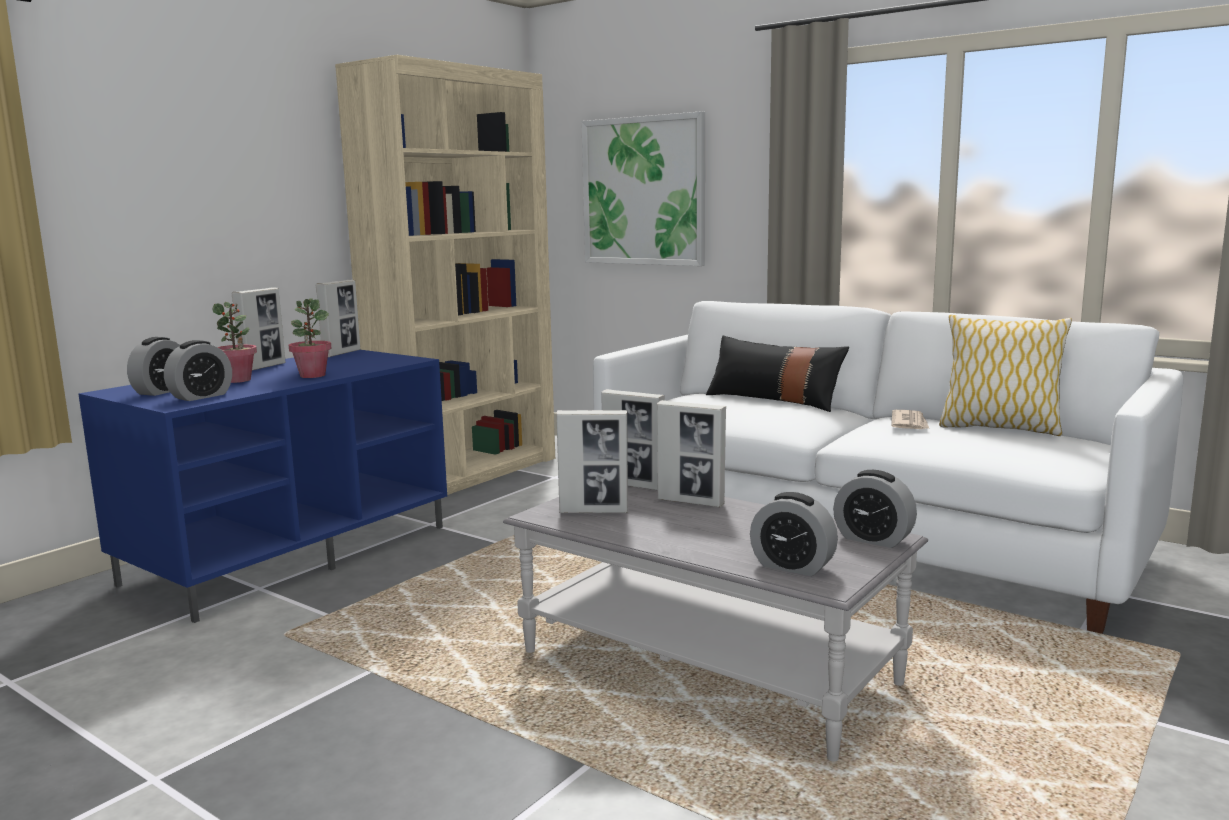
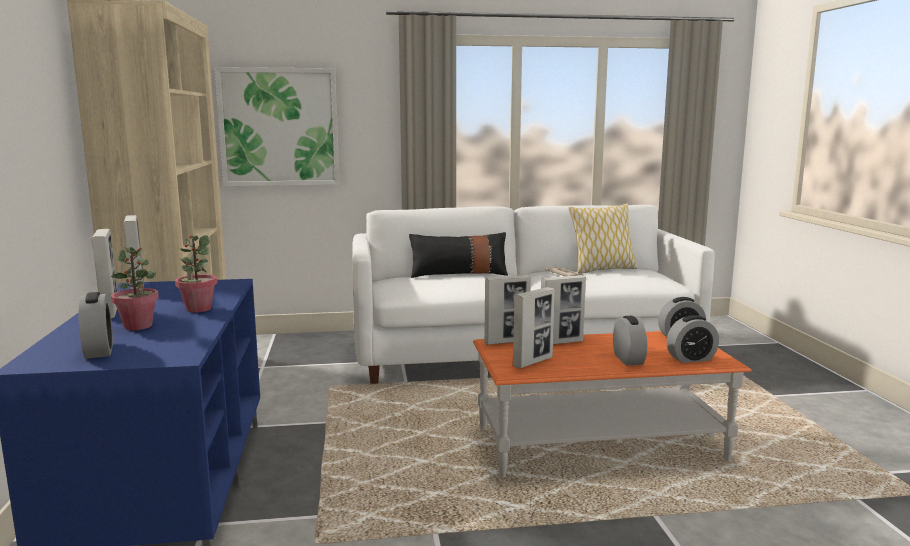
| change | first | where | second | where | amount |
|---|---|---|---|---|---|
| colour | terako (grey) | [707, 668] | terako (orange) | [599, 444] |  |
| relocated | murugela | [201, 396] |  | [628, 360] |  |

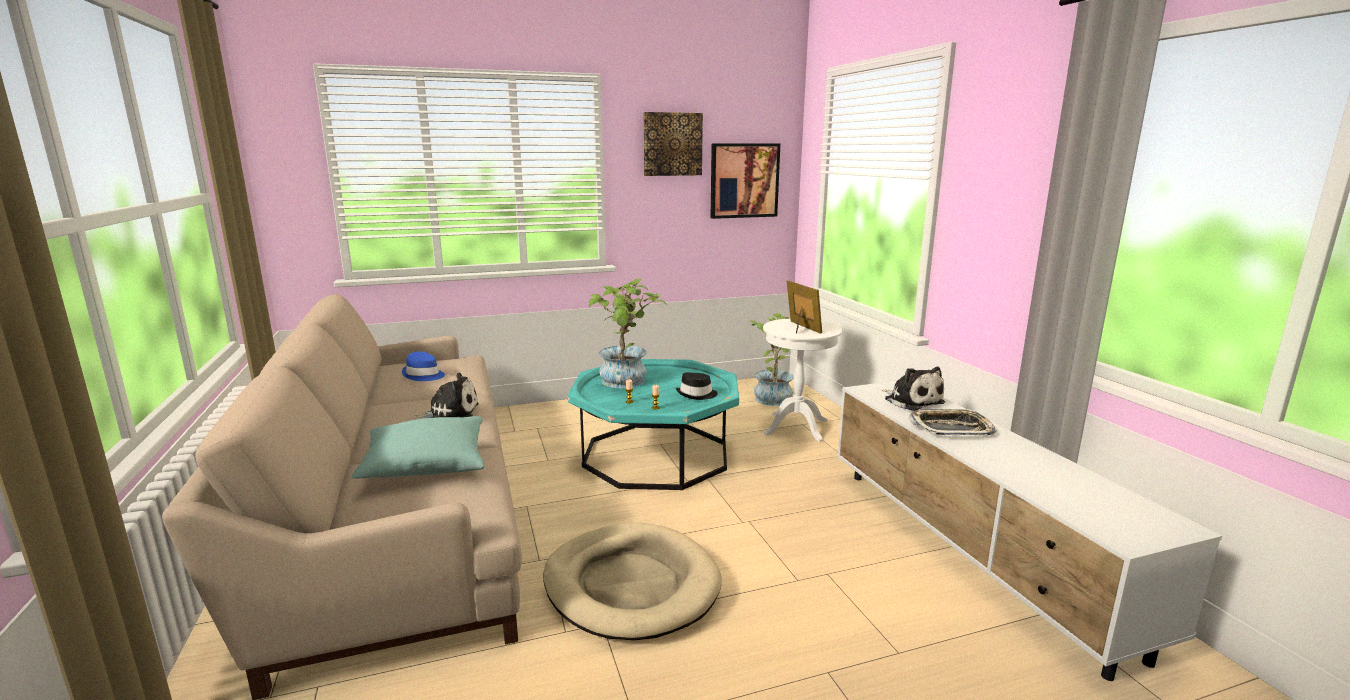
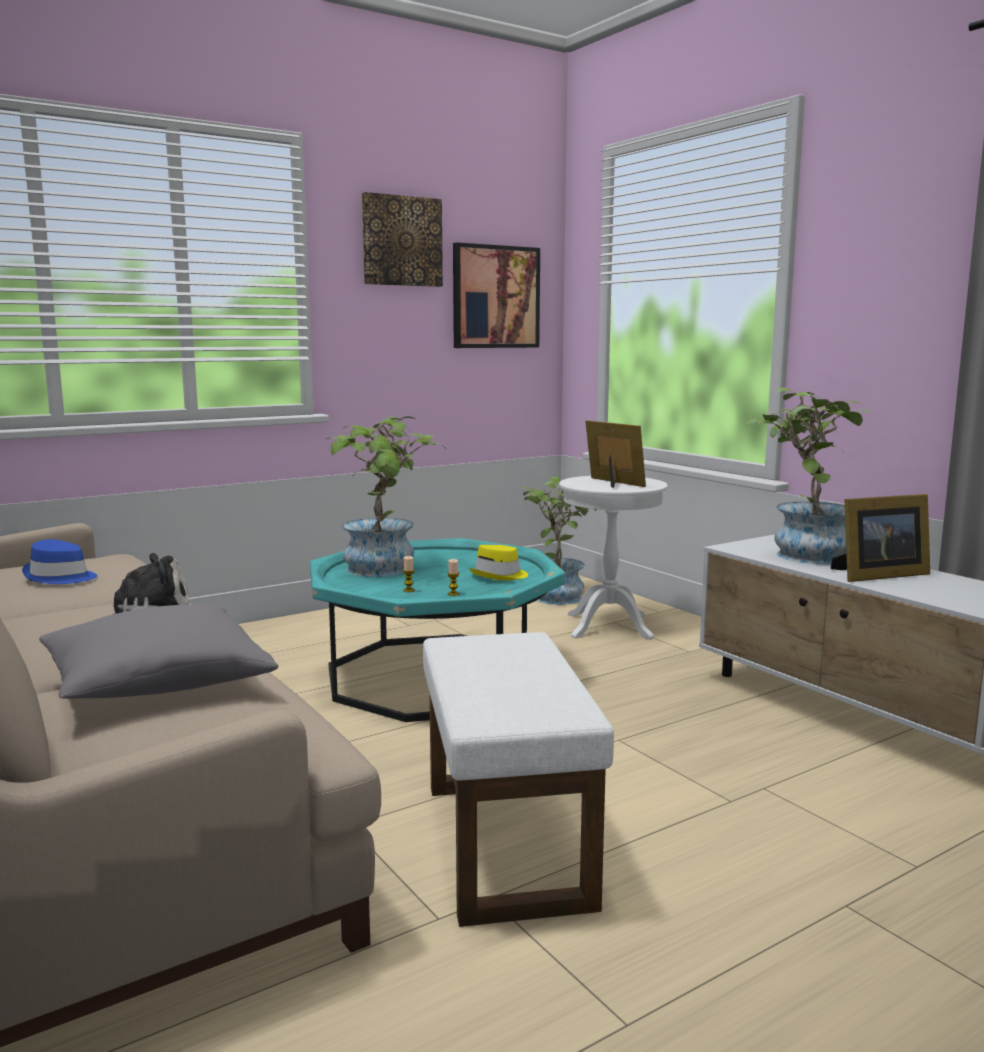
| change | first | where | second | where | amount |
|---|---|---|---|---|---|
| colour | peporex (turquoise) | [426, 465] | peporex (grey) | [156, 683] |  |
| exchanged | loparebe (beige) | [631, 585] | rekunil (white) | [502, 841] |  |
| colour | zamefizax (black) | [697, 394] | zamefizax (yellow) | [500, 576] |  |
| exchanged | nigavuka | [911, 401] | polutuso | [802, 553] |  |
| exchanged | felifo | [951, 428] | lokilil | [877, 575] |  |

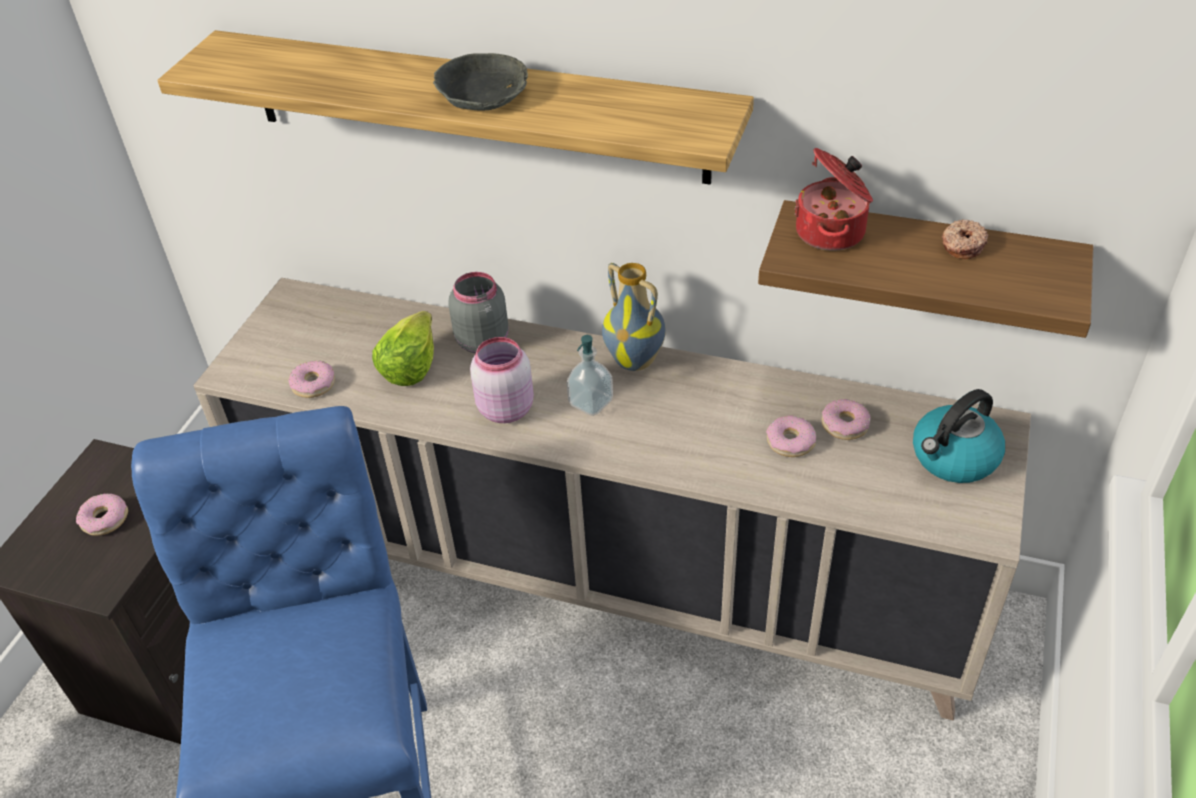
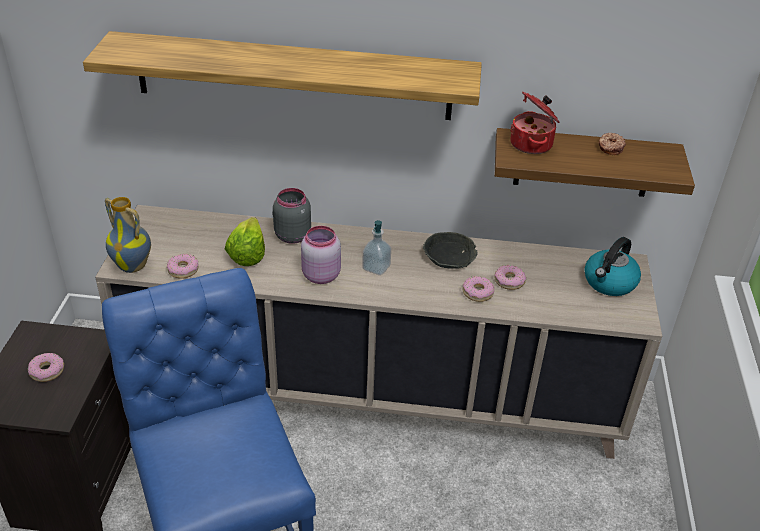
| change | first | where | second | where | amount |
|---|---|---|---|---|---|
| relocated | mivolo | [636, 360] |  | [133, 265] |  |
| relocated | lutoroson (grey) | [483, 95] |  | [449, 257] |  |
| relocated | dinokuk | [844, 425] |  | [477, 293] |  |

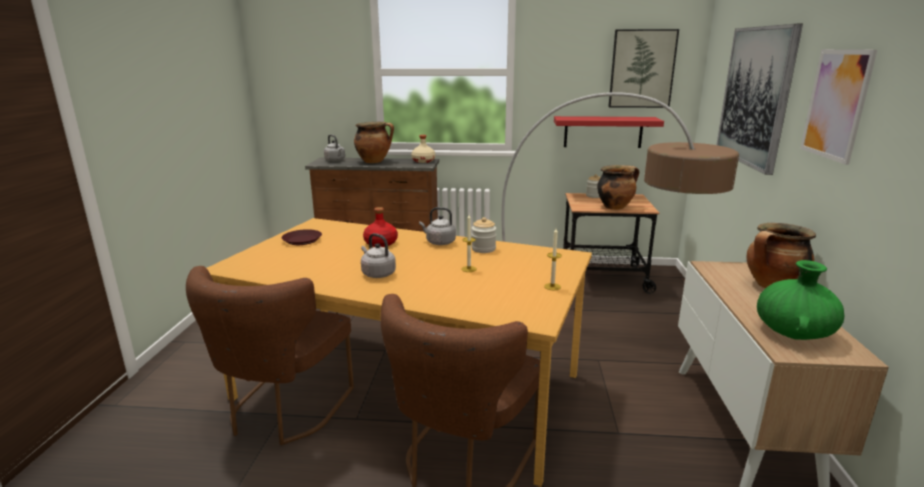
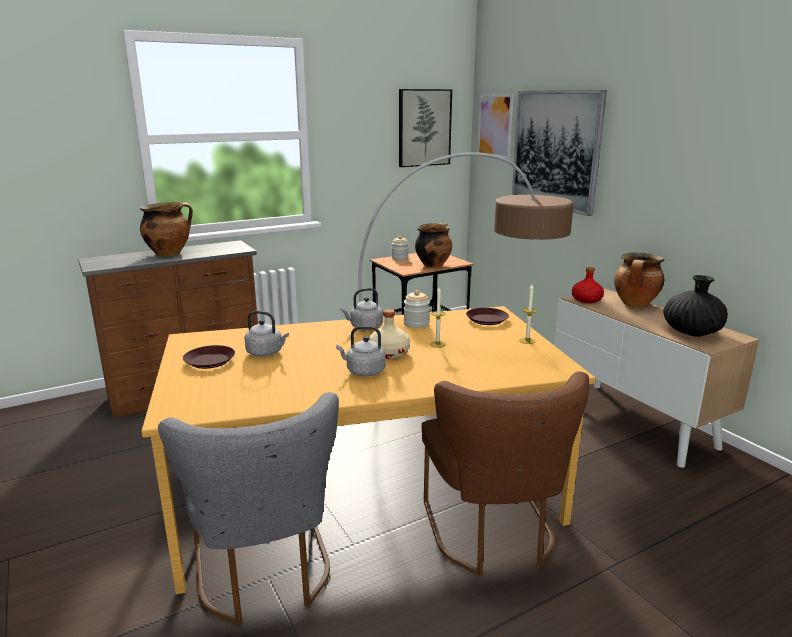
| change | first | where | second | where | amount |
|---|---|---|---|---|---|
| colour | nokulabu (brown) | [283, 411] | nokulabu (grey) | [265, 575] |  |
| relocated | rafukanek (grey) | [335, 160] |  | [266, 353] |  |
| relocated | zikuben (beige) | [423, 161] |  | [389, 353] |  |
| appeared |  |  | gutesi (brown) | [487, 320] |  |
| relocated | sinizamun | [836, 104] |  | [495, 126] |  |
| relocated | zikuben (red) | [380, 243] |  | [587, 300] |  |
| colour | mivolo (green) | [793, 332] | mivolo (black) | [691, 332] |  |
| missing | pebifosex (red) | [603, 132] |  |  |  |

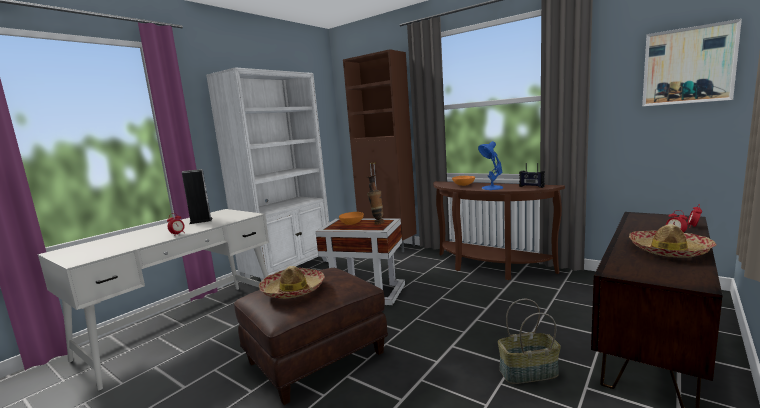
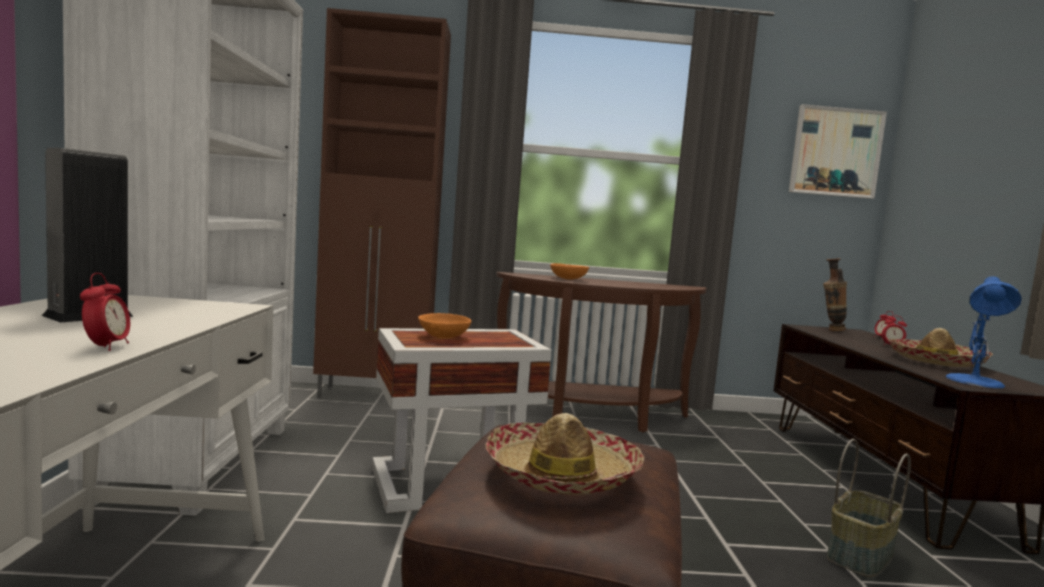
| change | first | where | second | where | amount |
|---|---|---|---|---|---|
| relocated | mivolo | [377, 223] |  | [830, 330] |  |
| relocated | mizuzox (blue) | [491, 188] |  | [975, 382] |  |
| missing | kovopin | [531, 186] |  |  |  |

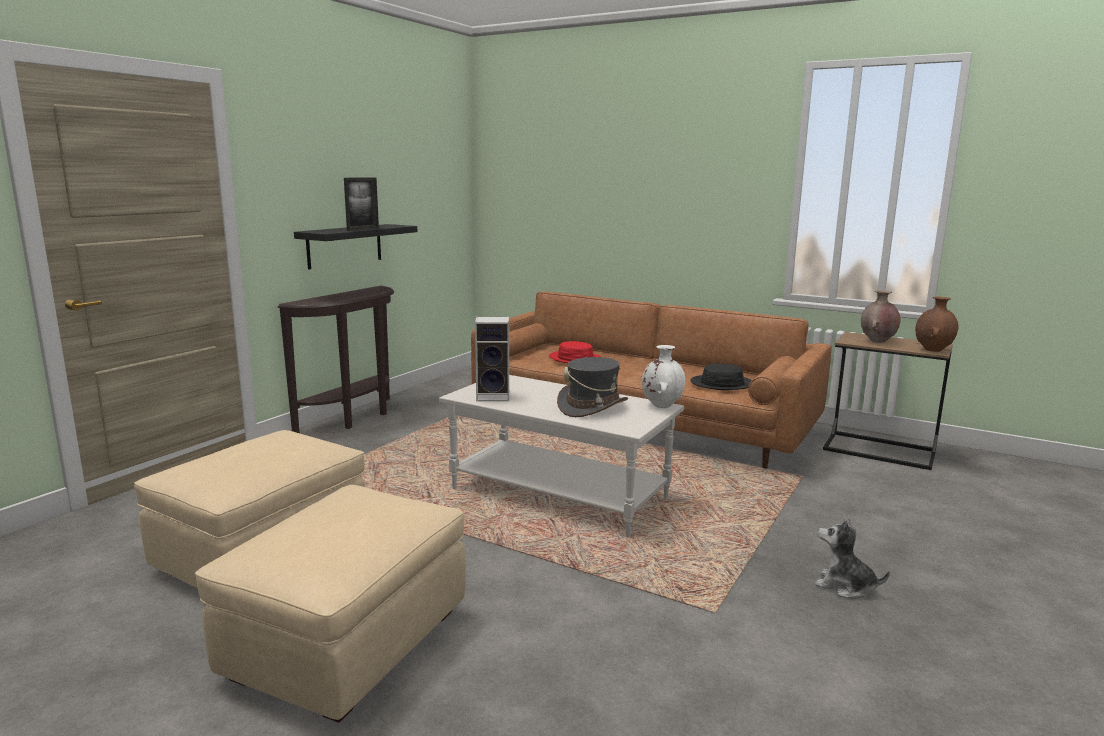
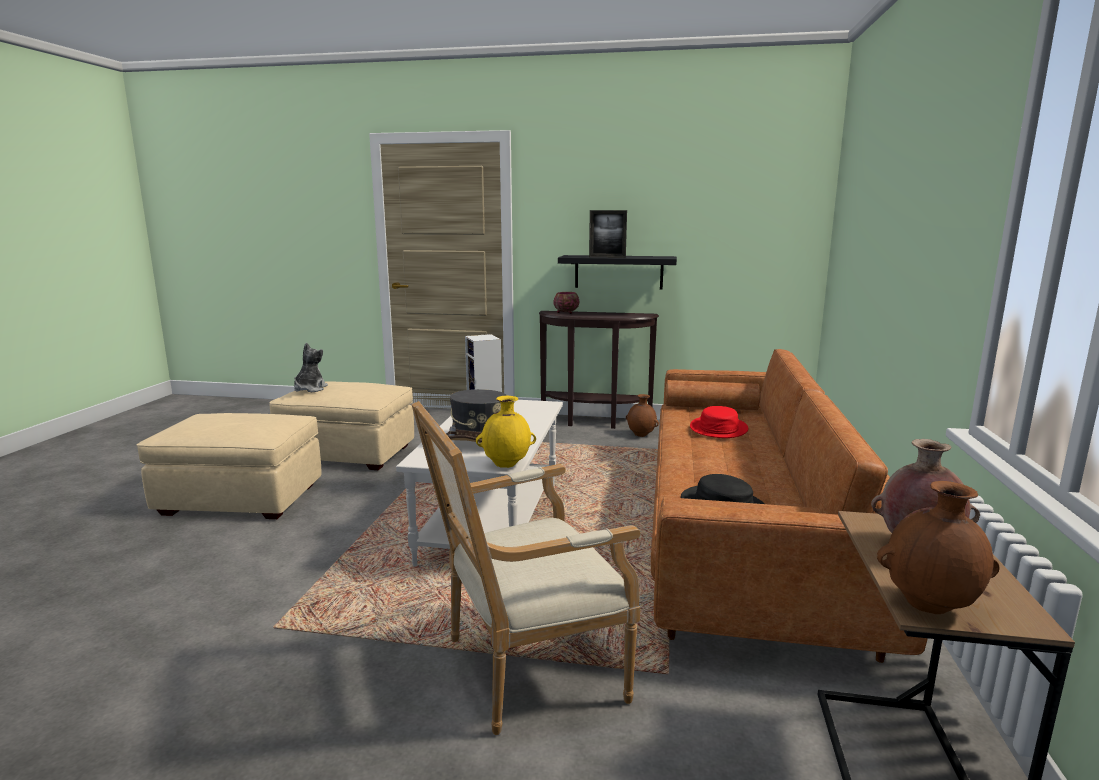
| change | first | where | second | where | amount |
|---|---|---|---|---|---|
| relocated | nigavuka | [844, 586] |  | [310, 389] |  |
| appeared |  |  | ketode | [524, 669] |  |
| colour | mivolo (white) | [661, 406] | mivolo (yellow) | [506, 465] |  |
| appeared |  |  | lutoroson | [566, 312] |  |
| appeared |  |  | mivolo (brown) | [641, 435] |  |

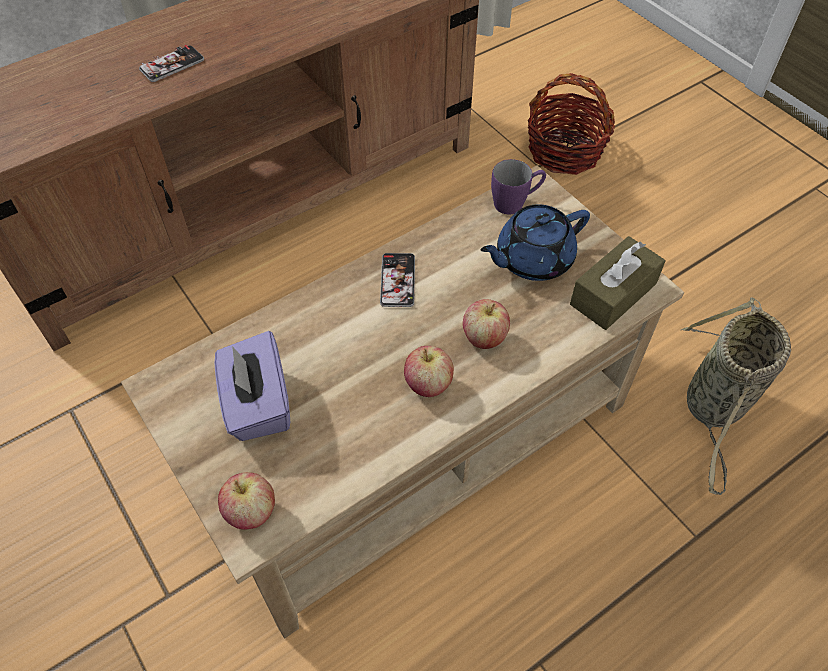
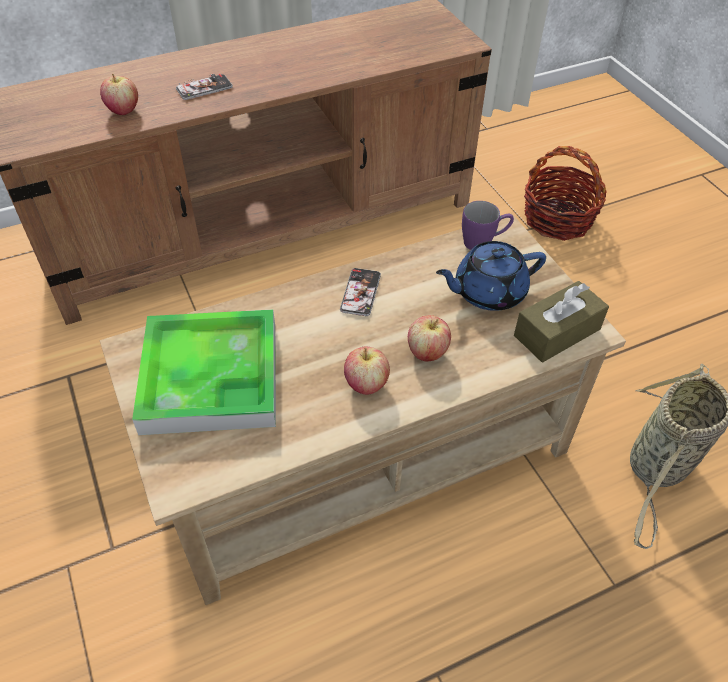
| change | first | where | second | where | amount |
|---|---|---|---|---|---|
| relocated | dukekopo | [251, 512] |  | [123, 110] |  |
| exchanged | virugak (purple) | [257, 404] | felifo | [211, 377] |  |

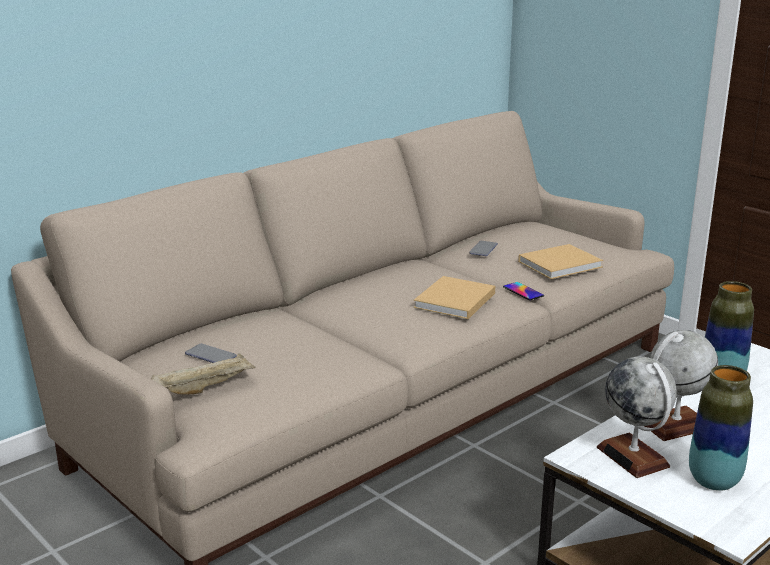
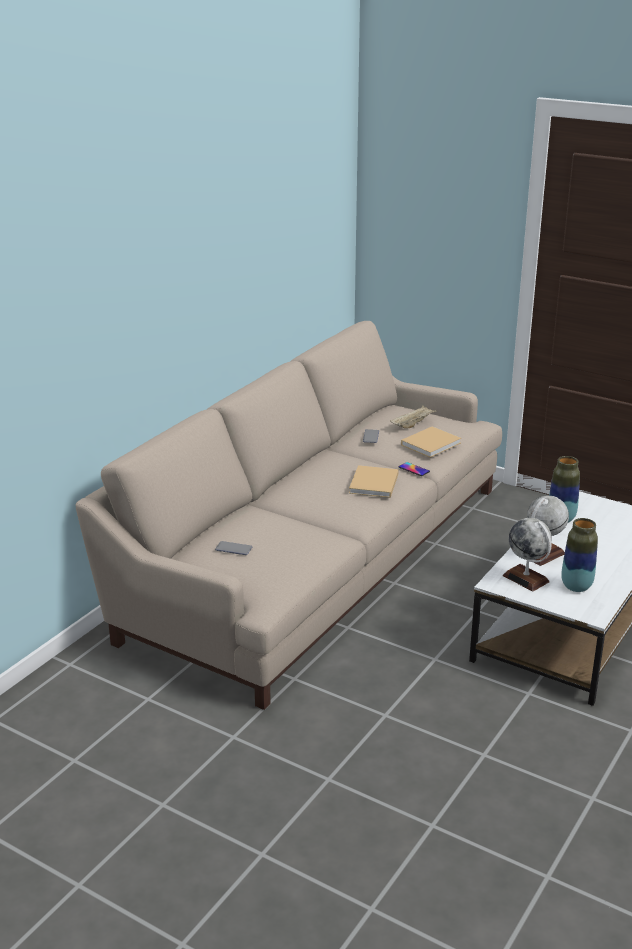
| change | first | where | second | where | amount |
|---|---|---|---|---|---|
| relocated | felifo (beige) | [206, 387] |  | [413, 424] |  |

